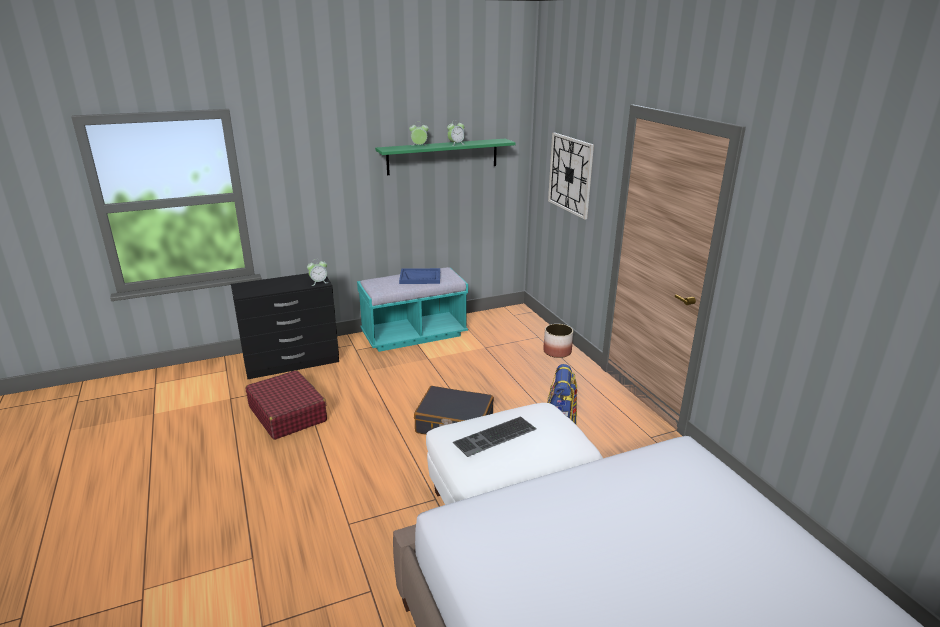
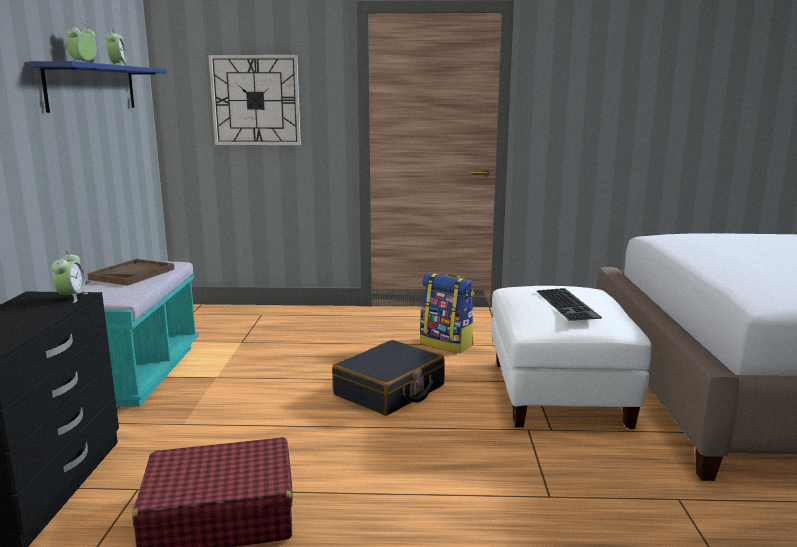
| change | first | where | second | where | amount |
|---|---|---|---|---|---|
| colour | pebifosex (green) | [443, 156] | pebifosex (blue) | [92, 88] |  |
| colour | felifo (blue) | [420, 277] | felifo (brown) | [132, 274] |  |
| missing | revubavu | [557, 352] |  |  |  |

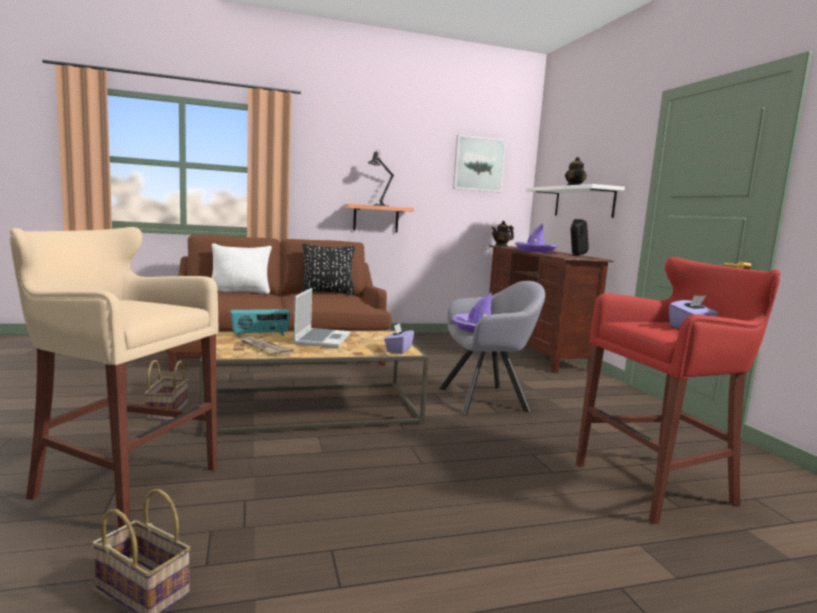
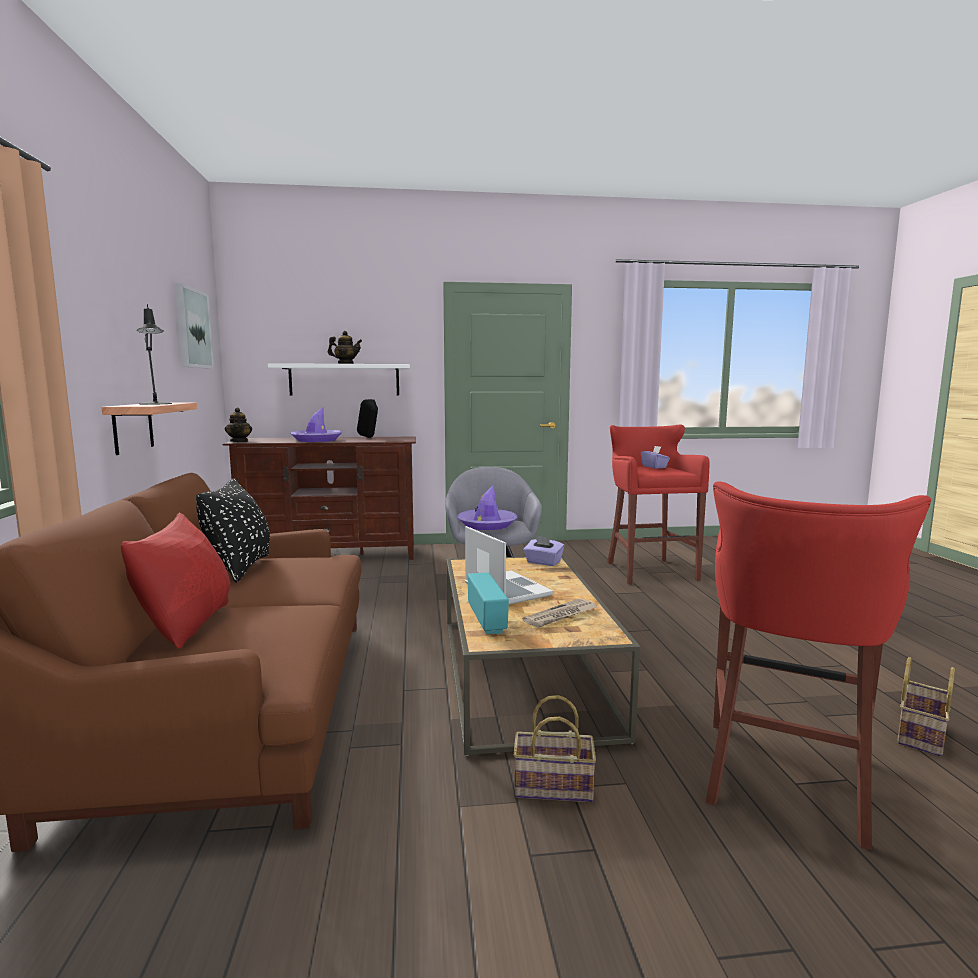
| change | first | where | second | where | amount |
|---|---|---|---|---|---|
| colour | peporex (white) | [241, 292] | peporex (red) | [187, 625] |  |
| spun | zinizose | [322, 339] |  | [505, 590] | 45 degrees clockwise |
| colour | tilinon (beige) | [122, 483] | tilinon (red) | [785, 781] |  |

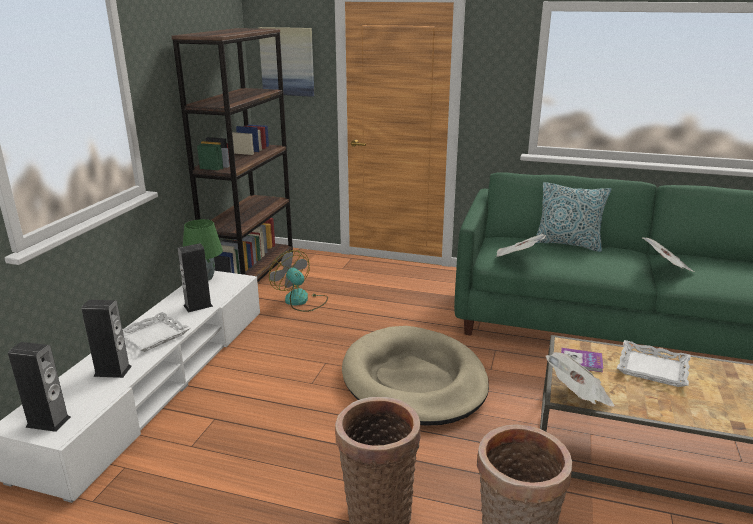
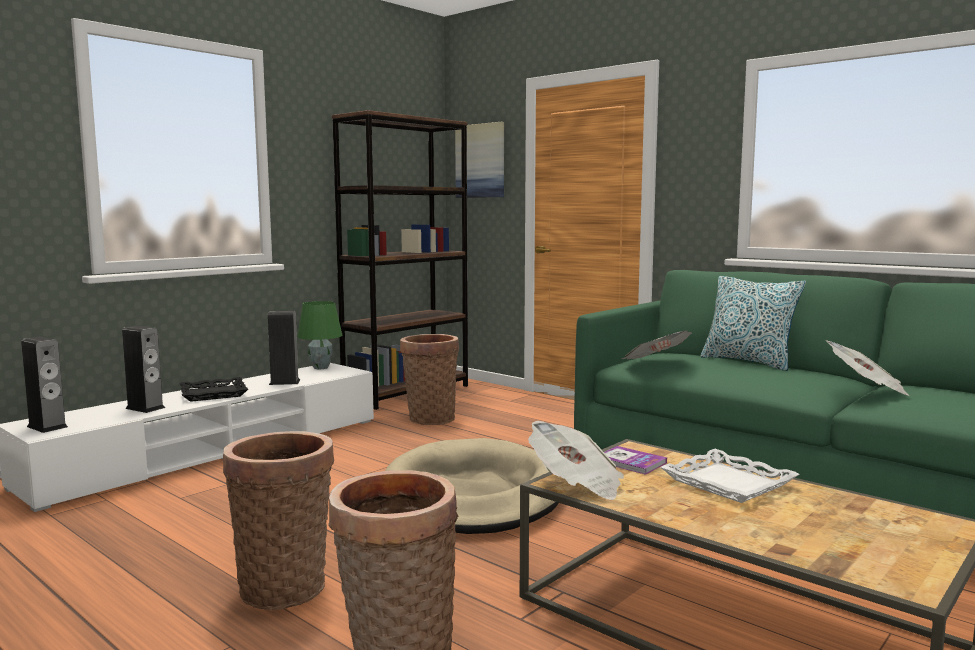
| change | first | where | second | where | amount |
|---|---|---|---|---|---|
| colour | felifo (white) | [153, 336] | felifo (black) | [213, 394] |  |
| exchanged | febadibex | [301, 301] | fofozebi | [430, 418] |  |

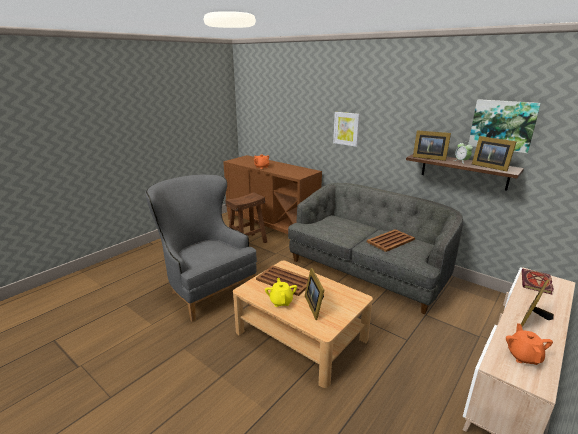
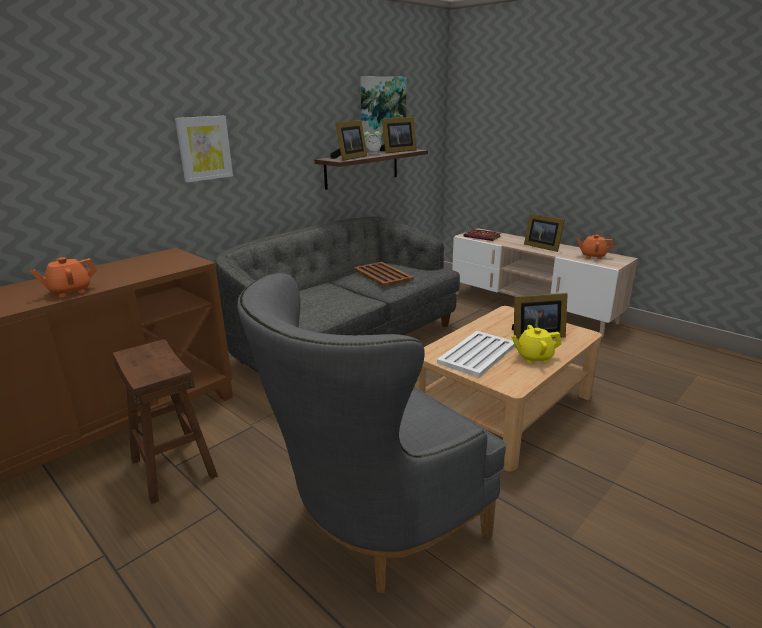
| change | first | where | second | where | amount |
|---|---|---|---|---|---|
| colour | felifo (brown) | [284, 280] | felifo (white) | [477, 354] |  |

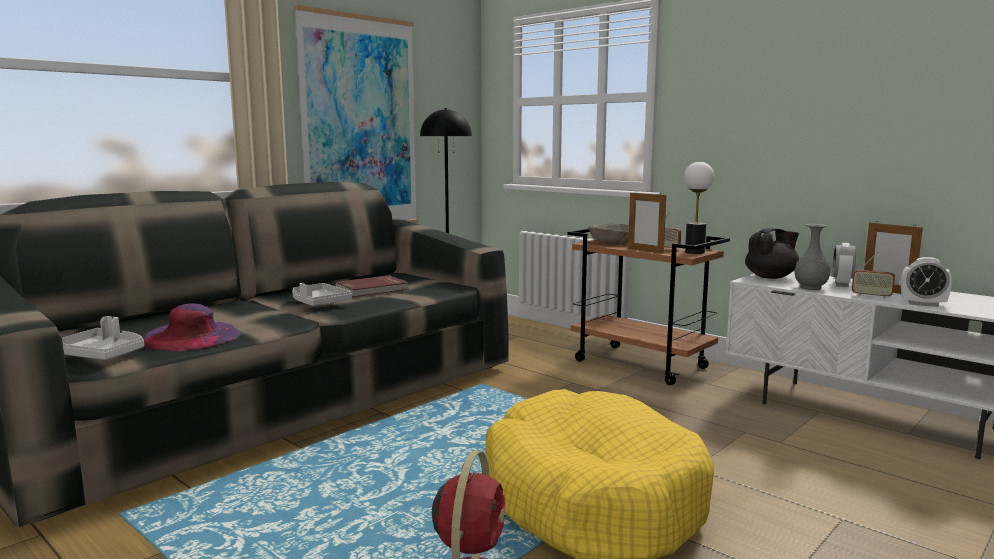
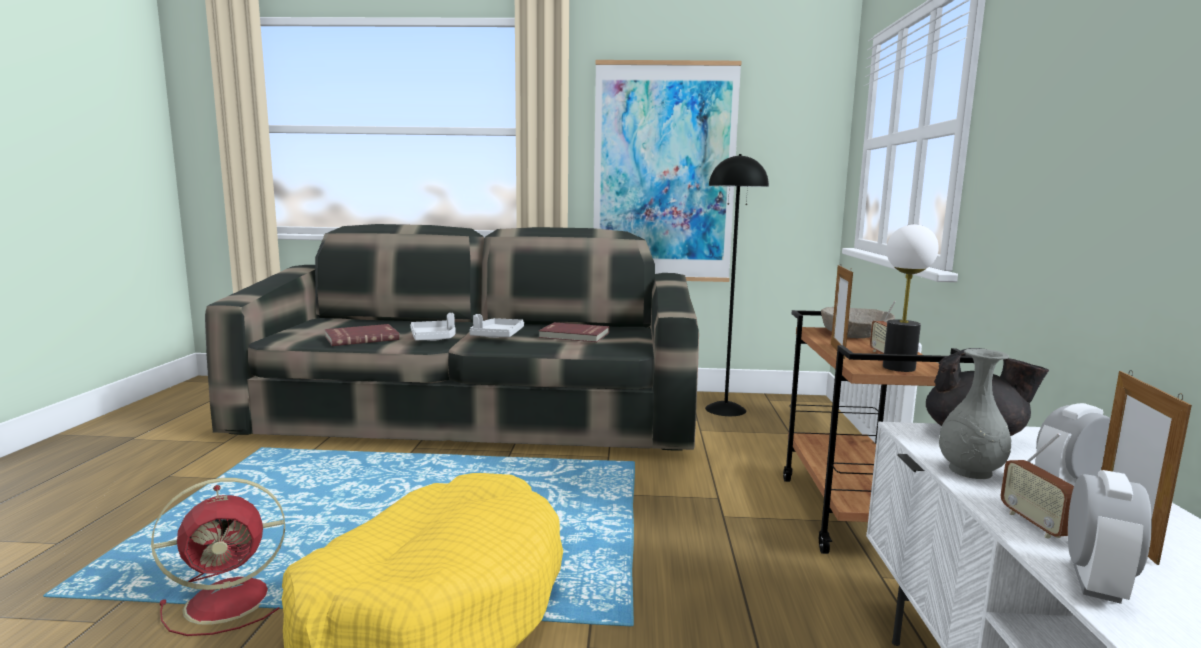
| change | first | where | second | where | amount |
|---|---|---|---|---|---|
| exchanged | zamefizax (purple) | [191, 337] | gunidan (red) | [361, 338] |  |
| relocated | felifo (grey) | [102, 355] |  | [434, 338] |  |
| spun | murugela | [923, 304] |  | [1095, 583] | 135 degrees counterclockwise |

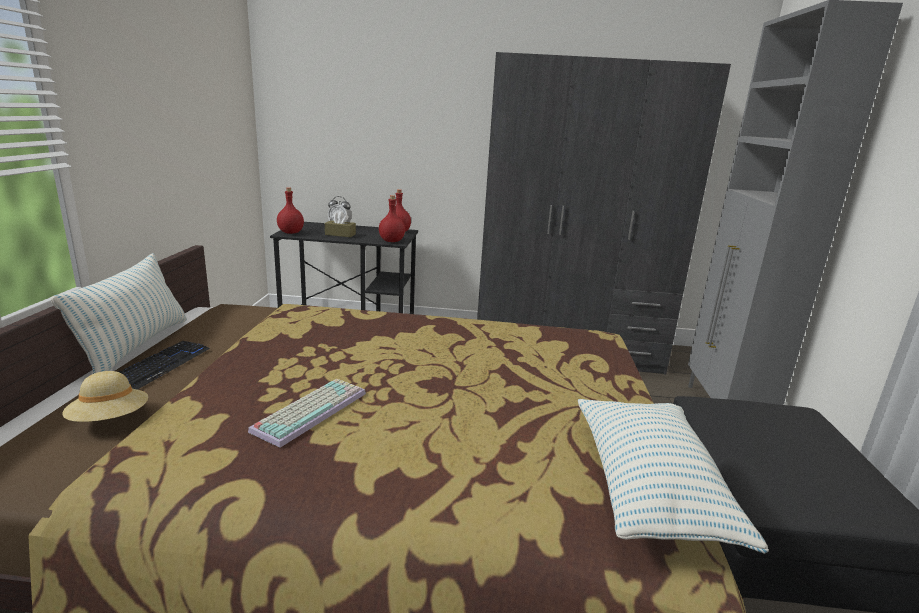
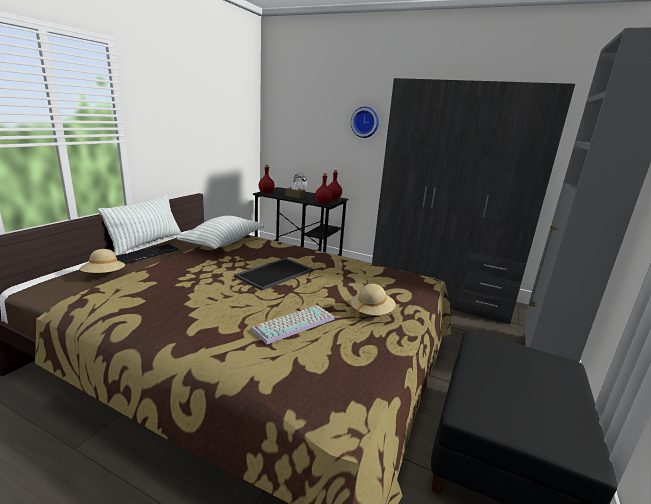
| change | first | where | second | where | amount |
|---|---|---|---|---|---|
| relocated | peporex | [648, 488] |  | [223, 243] |  |
| appeared |  |  | felifo | [274, 273] |  |
| relocated | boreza | [310, 410] |  | [294, 323] |  |
| appeared |  |  | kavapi | [365, 122] |  |
| appeared |  |  | zamefizax (beige) | [371, 312] |  |

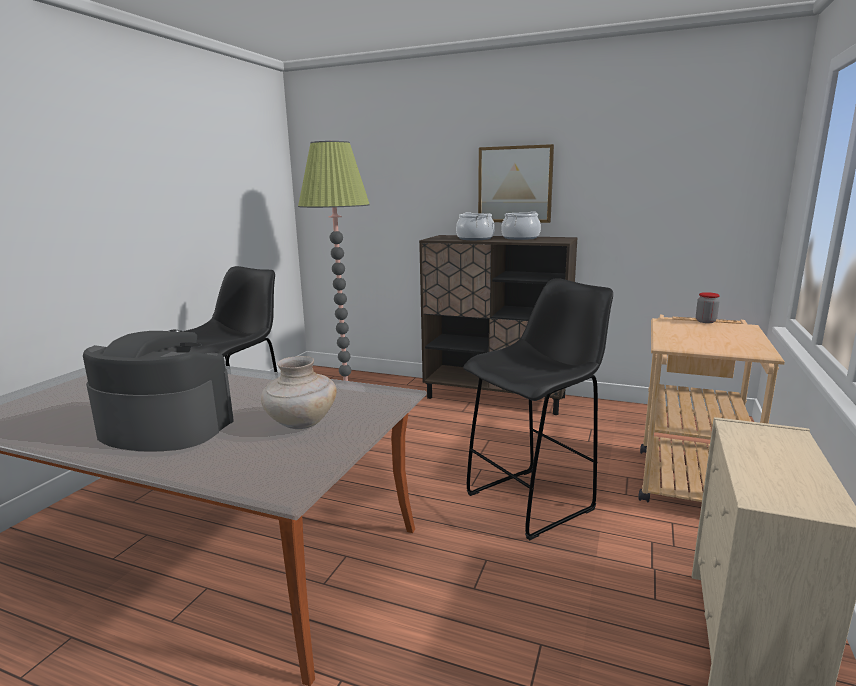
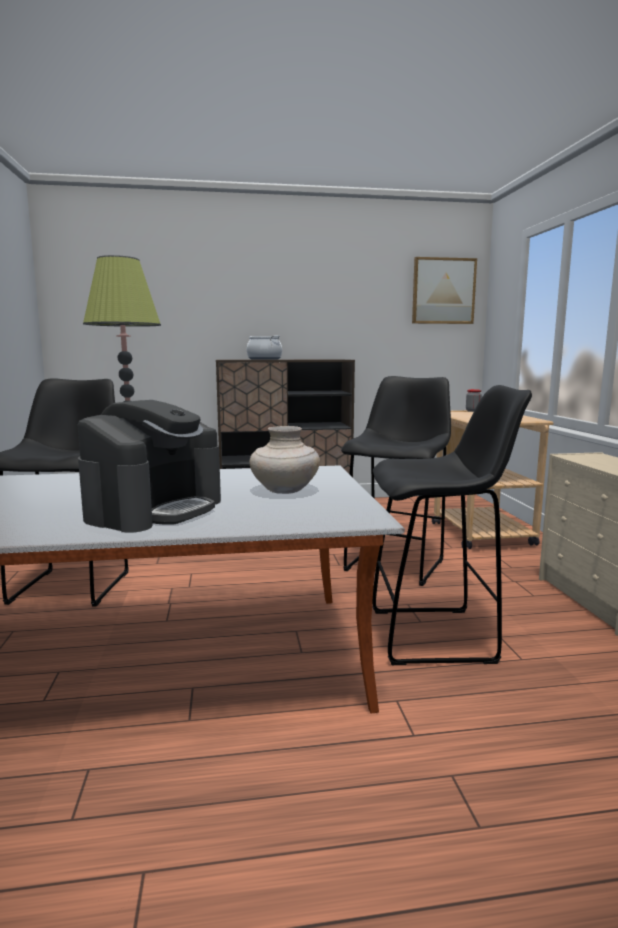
| change | first | where | second | where | amount |
|---|---|---|---|---|---|
| spun | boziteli | [165, 427] |  | [155, 509] | 135 degrees clockwise |
| appeared |  |  | tilinon (black) | [435, 635] |  |
| relocated | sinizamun | [515, 184] |  | [443, 291] |  |
| missing | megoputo | [520, 238] |  |  |  |

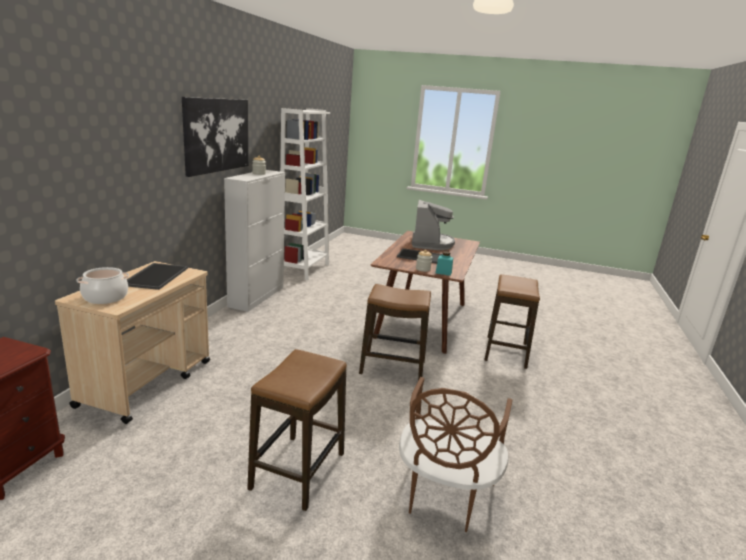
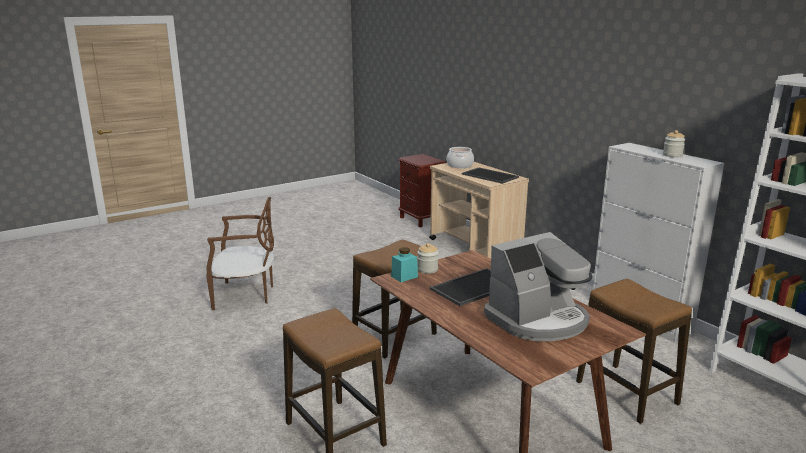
| change | first | where | second | where | amount |
|---|---|---|---|---|---|
| spun | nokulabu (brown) | [444, 496] |  | [245, 295] | 120 degrees clockwise |
| spun | boziteli | [431, 243] |  | [538, 320] | 75 degrees counterclockwise |
| relocated | tilinon | [298, 471] |  | [627, 393] |  |
| missing | sinizamun | [217, 135] |  |  |  |

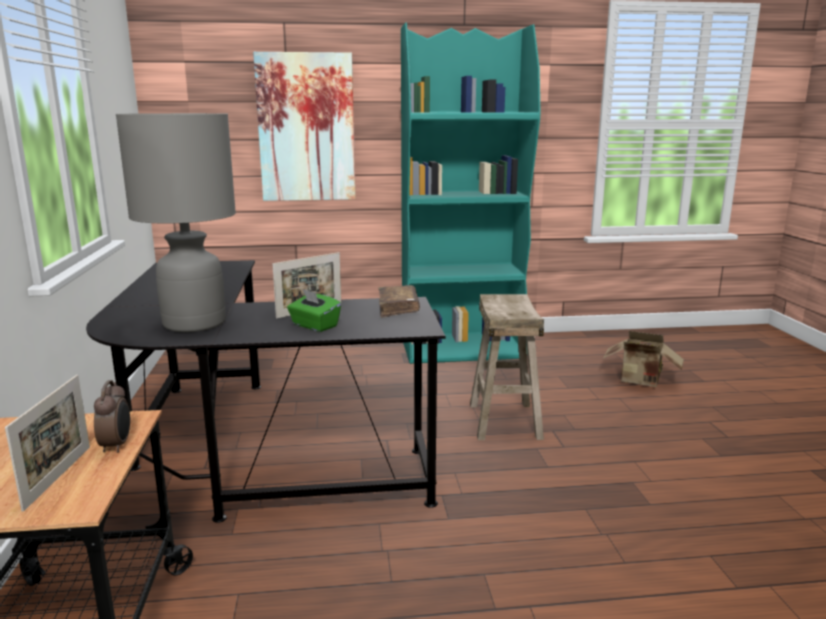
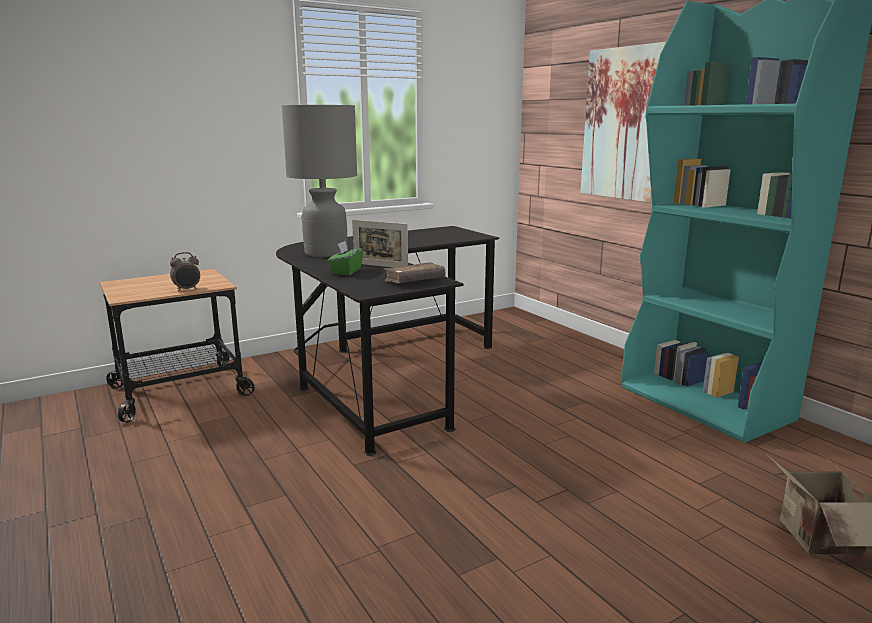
| change | first | where | second | where | amount |
|---|---|---|---|---|---|
| missing | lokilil | [58, 477] |  |  |  |
| missing | tilinon (beige) | [505, 421] |  |  |  |

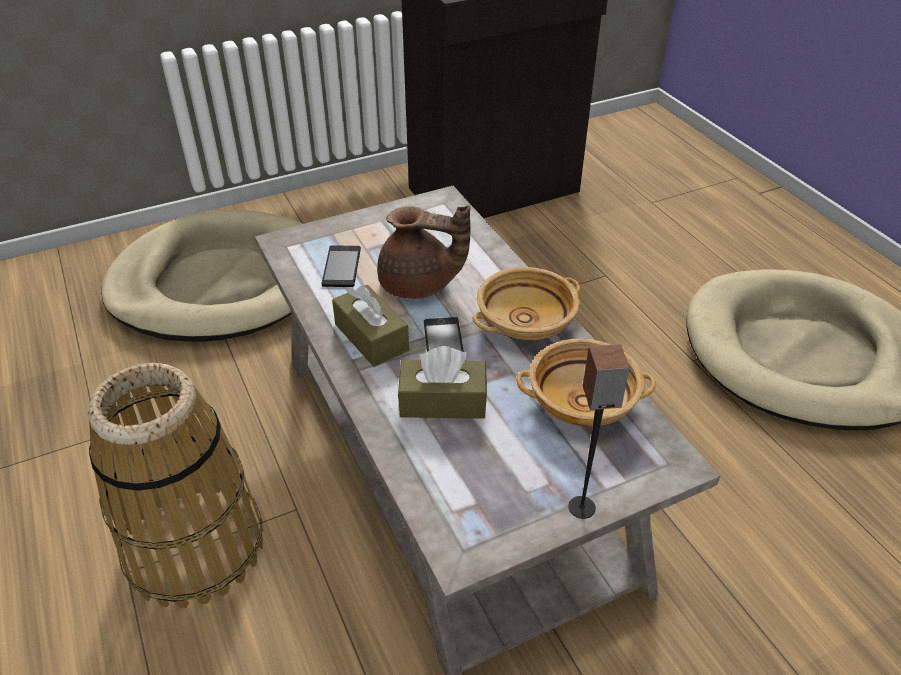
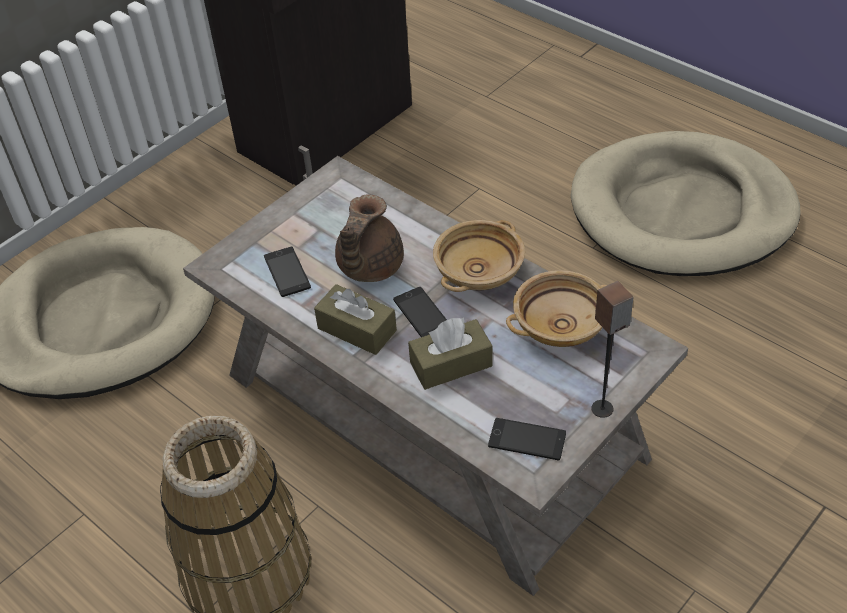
| change | first | where | second | where | amount |
|---|---|---|---|---|---|
| spun | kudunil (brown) | [419, 285] |  | [368, 267] | 120 degrees clockwise |
| appeared |  |  | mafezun | [527, 440] |  |

